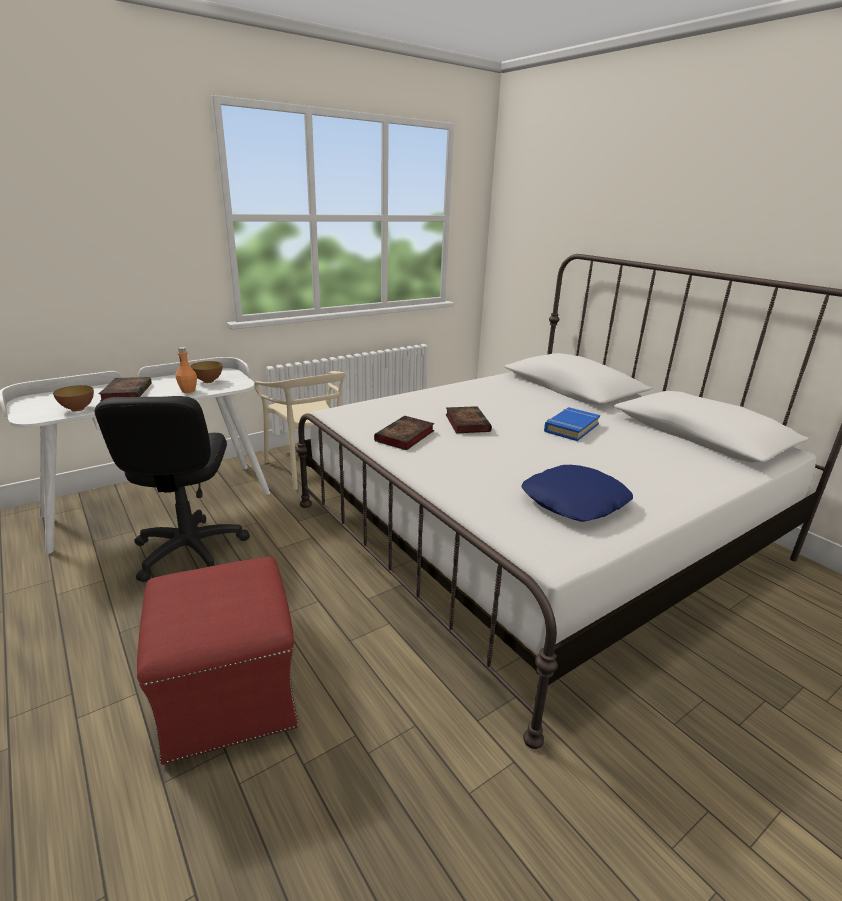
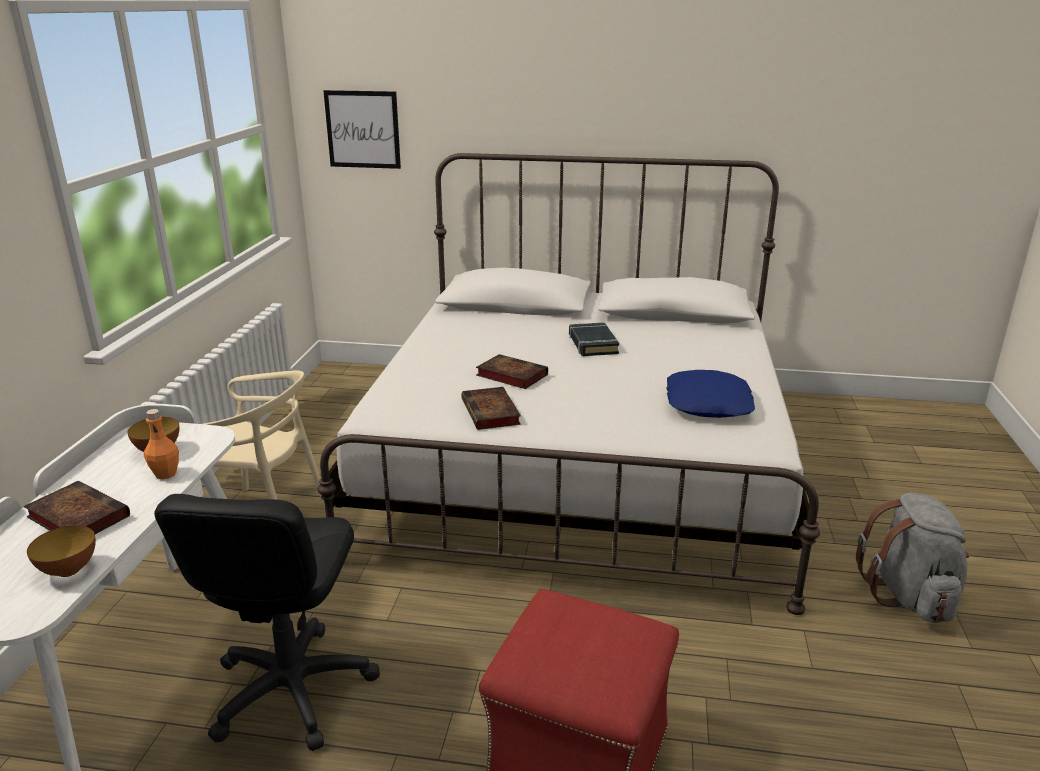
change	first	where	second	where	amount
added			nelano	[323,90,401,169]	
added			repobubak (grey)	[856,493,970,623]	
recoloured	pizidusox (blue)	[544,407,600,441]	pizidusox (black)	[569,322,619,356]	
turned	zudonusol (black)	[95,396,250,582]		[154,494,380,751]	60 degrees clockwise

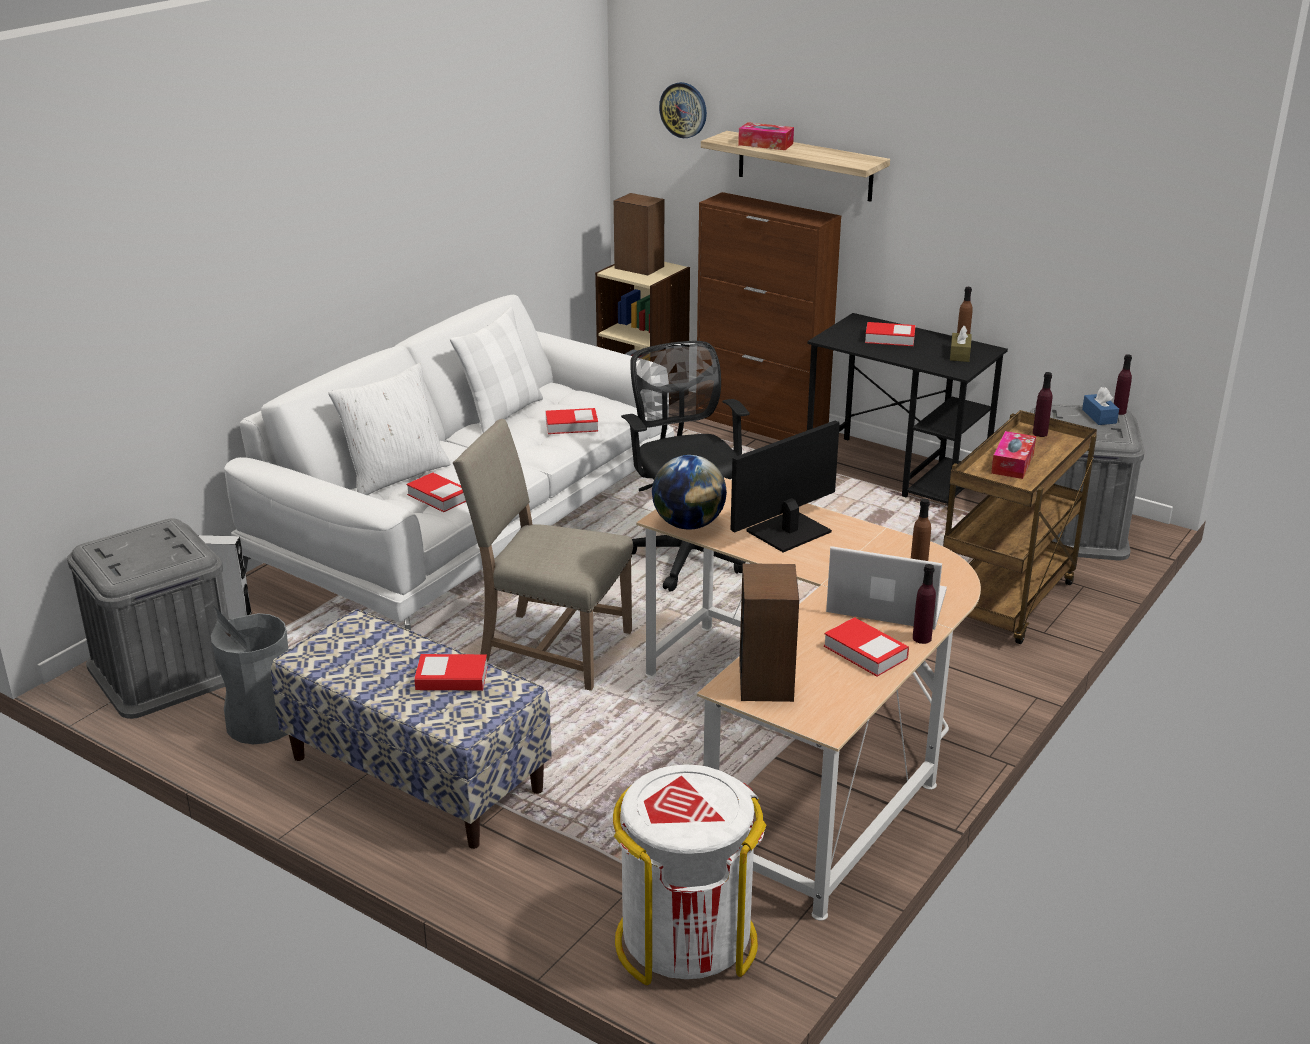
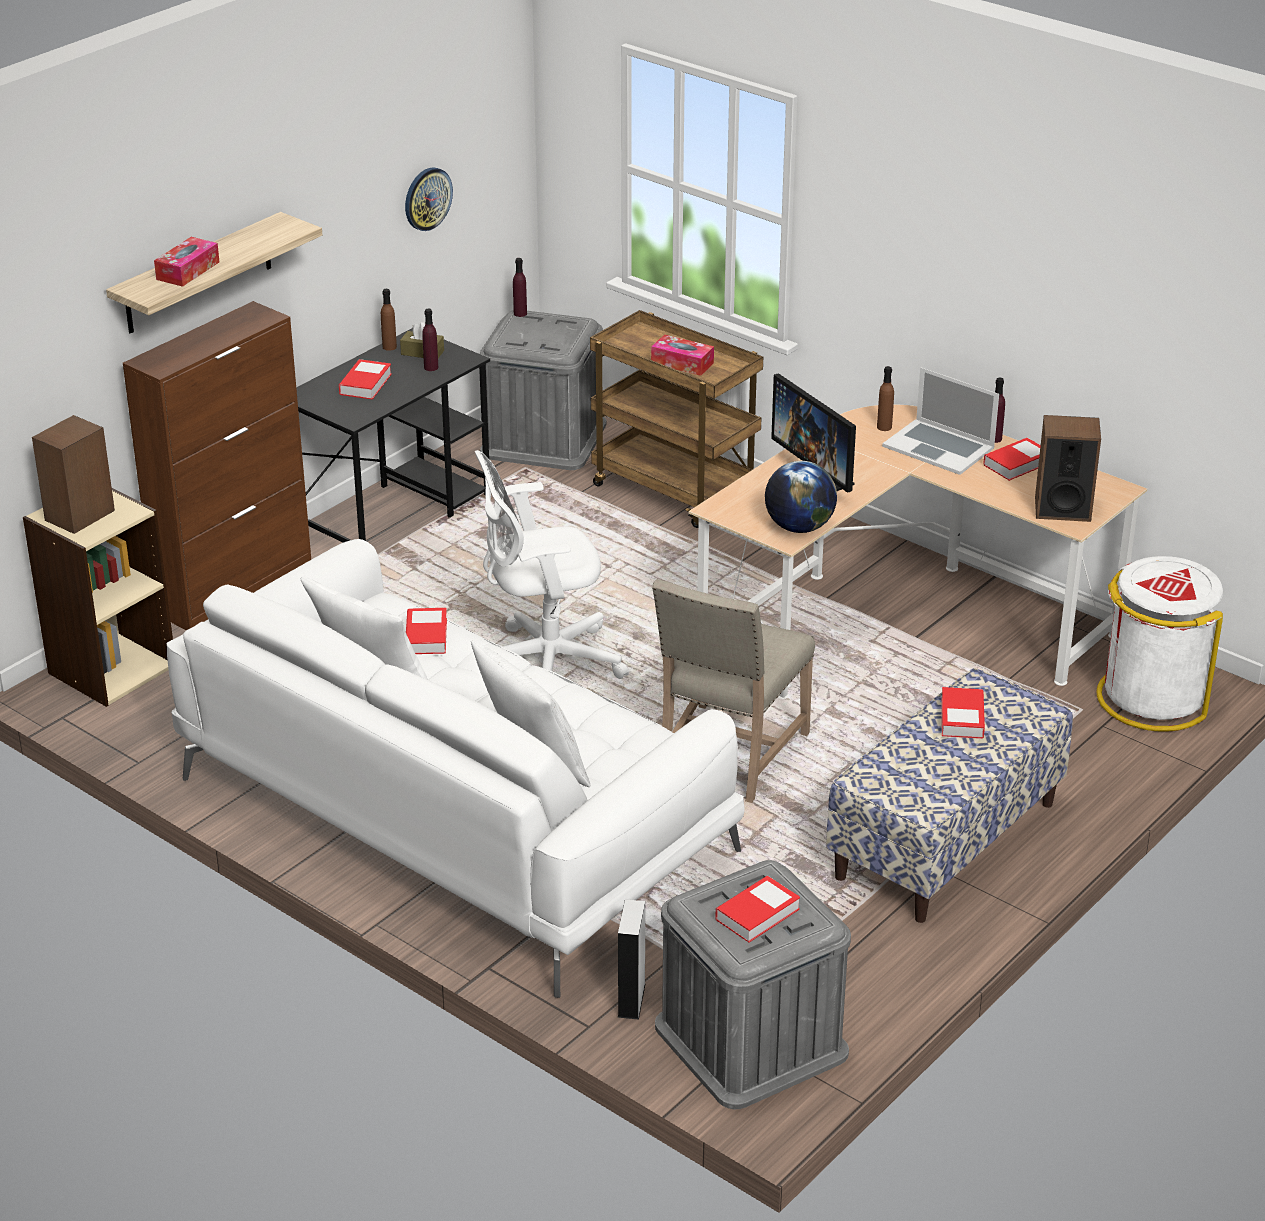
change	first	where	second	where	amount
removed	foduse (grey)	[211,606,288,744]			
removed	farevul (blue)	[1082,387,1119,425]			
moved	pizidusox	[406,472,466,512]		[715,876,800,943]	
moved	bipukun	[659,82,707,138]		[405,167,453,231]	
moved	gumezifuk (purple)	[1033,372,1052,437]		[422,308,438,371]	
recoloured	zudonusol (black)	[621,341,750,592]	zudonusol (white)	[475,450,629,679]	
turned	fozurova	[826,546,947,630]		[882,367,999,475]	75 degrees counterclockwise

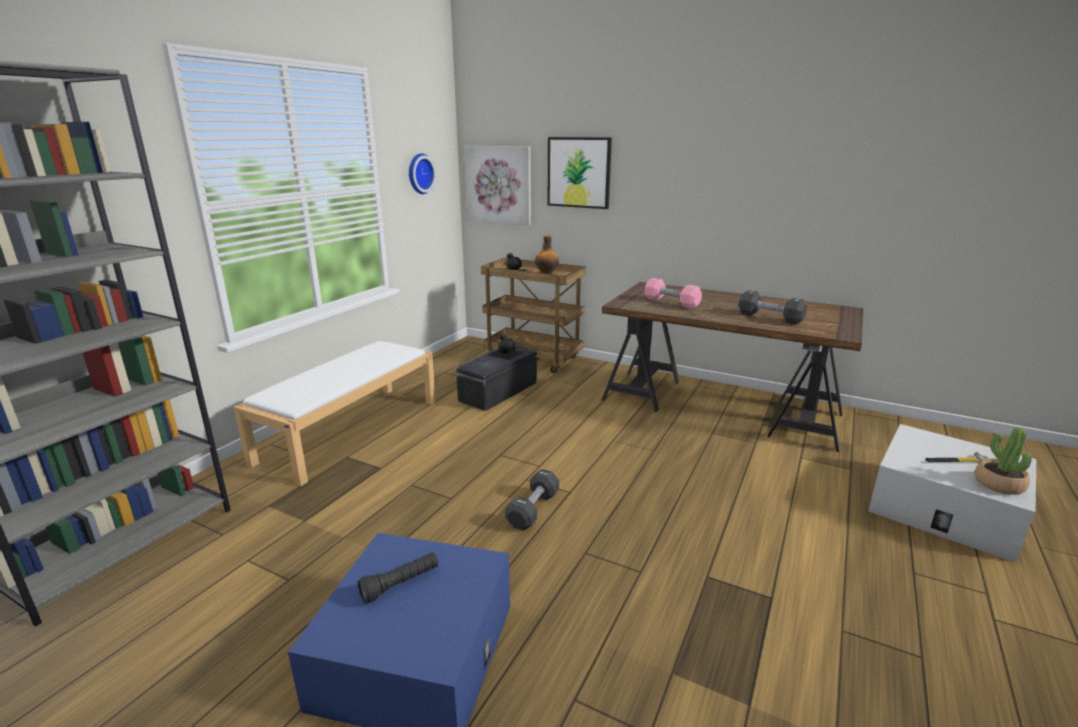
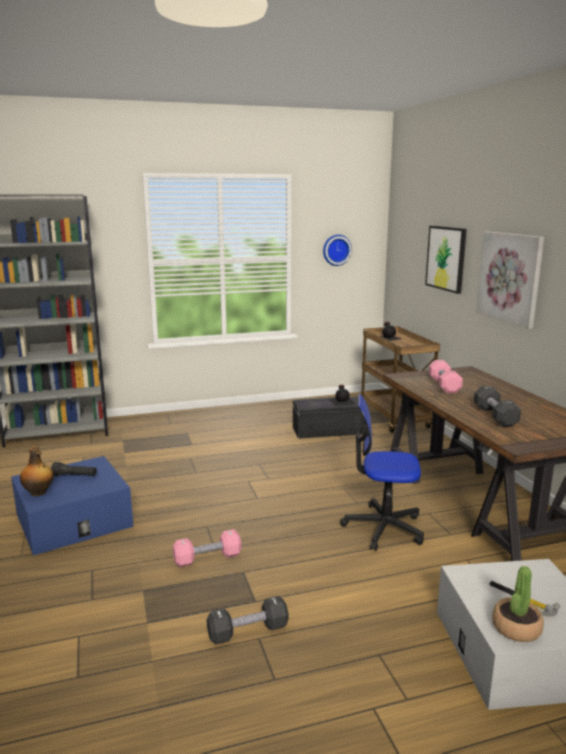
change	first	where	second	where	amount
removed	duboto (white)	[234,341,436,486]			
added			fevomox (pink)	[173,529,242,567]	
added			zudonusol	[340,394,424,551]	
moved	nelano	[464,146,531,225]		[476,231,544,329]	
moved	fevomox (black)	[505,469,559,531]		[207,596,288,645]	
moved	gumezifuk	[535,236,559,274]		[20,446,54,496]	

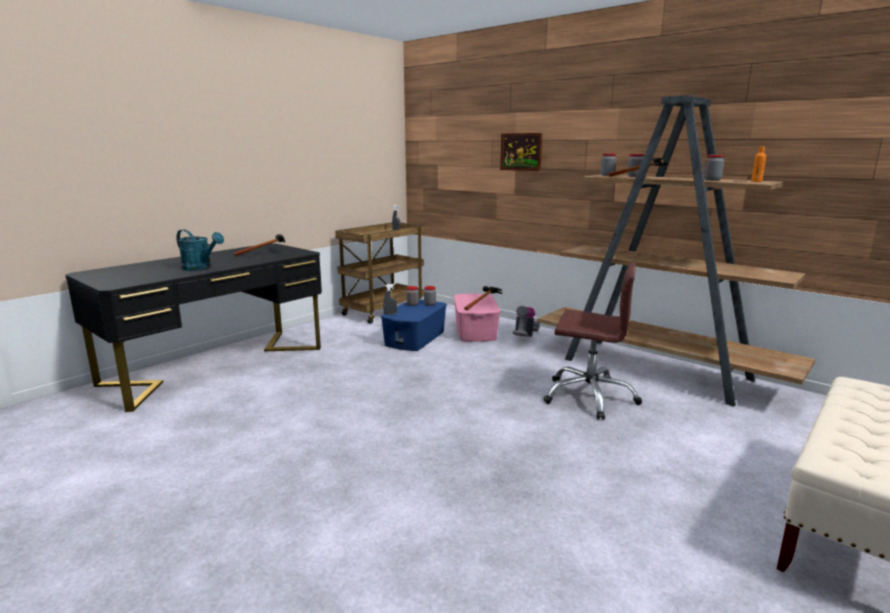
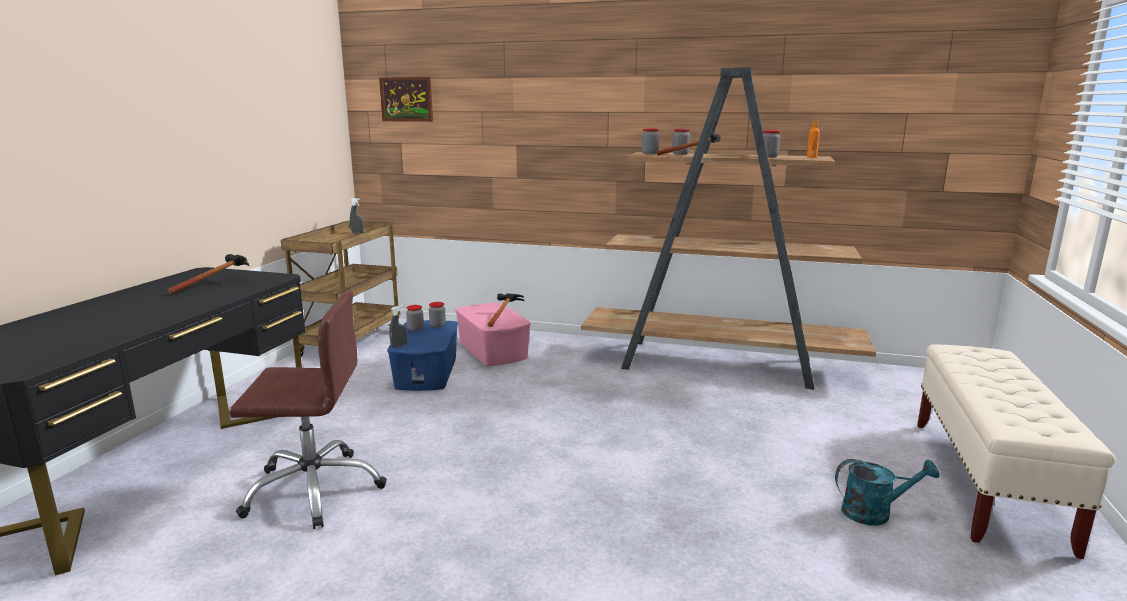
change	first	where	second	where	amount
removed	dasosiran	[513,306,540,337]			
moved	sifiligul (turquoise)	[176,229,224,271]		[835,459,940,525]	
moved	nelano	[500,133,543,171]		[379,77,433,122]	
moved	zudonusol (brown)	[543,262,642,419]		[229,291,387,529]	

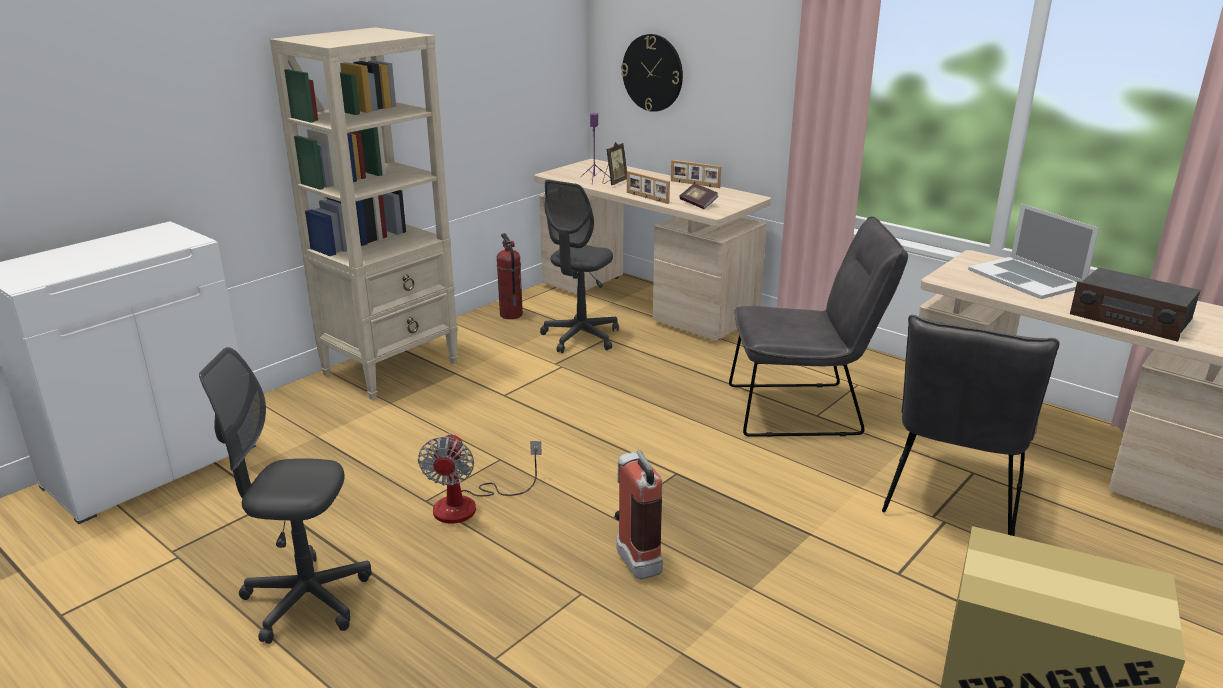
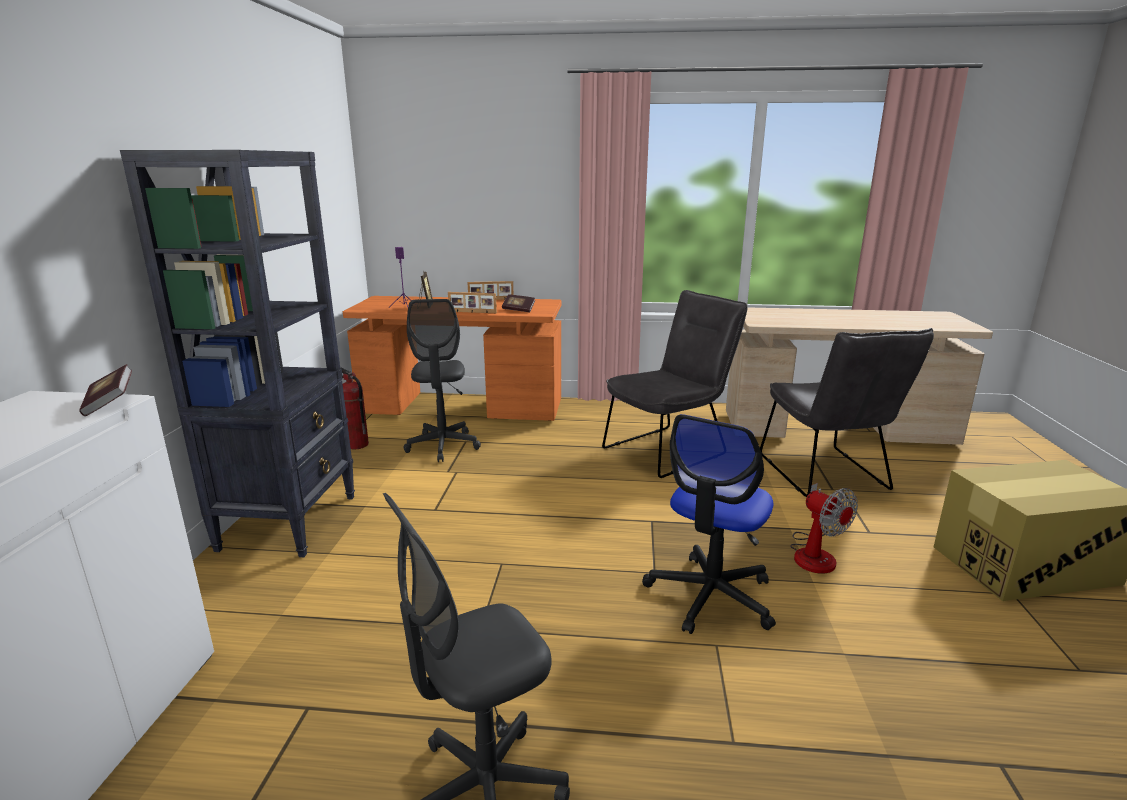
change	first	where	second	where	amount
removed	bipukun	[621,34,683,112]			
removed	fozurova	[968,204,1099,299]			
removed	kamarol	[1070,267,1200,342]			
added			pizidusox	[79,364,132,416]	
moved	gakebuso	[418,433,542,524]		[790,483,858,574]	
replaced	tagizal	[615,450,663,580]	zudonusol	[642,414,776,634]	
recoloured	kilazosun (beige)	[270,27,458,400]	kilazosun (black)	[120,150,355,557]	
recoloured	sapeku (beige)	[534,159,771,341]	sapeku (orange)	[343,296,561,421]	

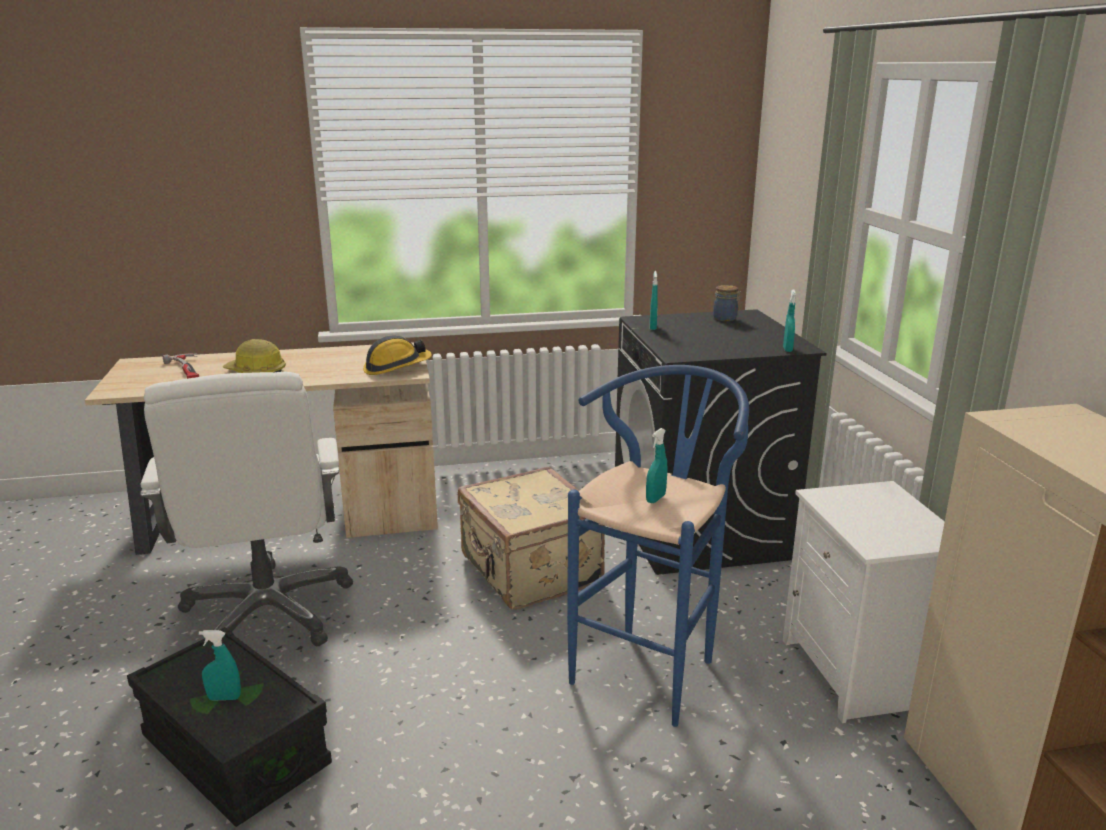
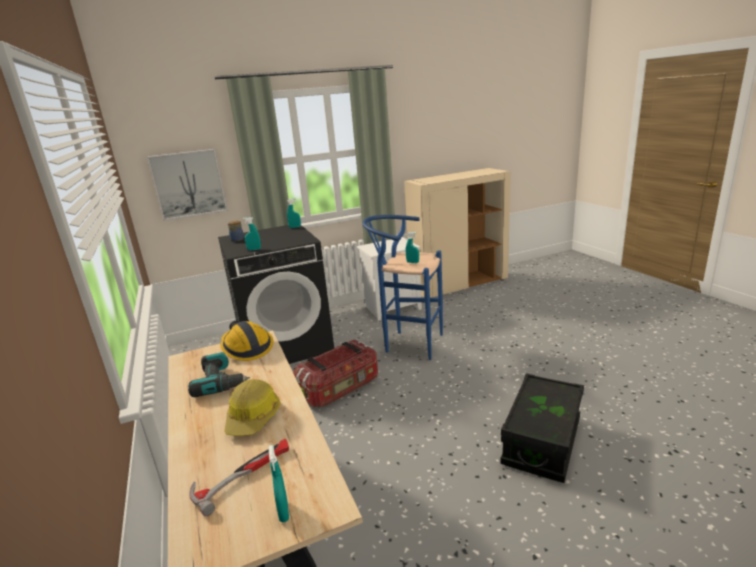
change	first	where	second	where	amount
removed	zudonusol (white)	[140,372,353,646]			
added			nelano	[147,149,228,221]	
added			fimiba	[188,352,250,397]	
moved	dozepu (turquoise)	[199,630,241,701]		[269,445,289,522]	
replaced	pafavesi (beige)	[458,467,605,610]	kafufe	[293,339,378,407]	

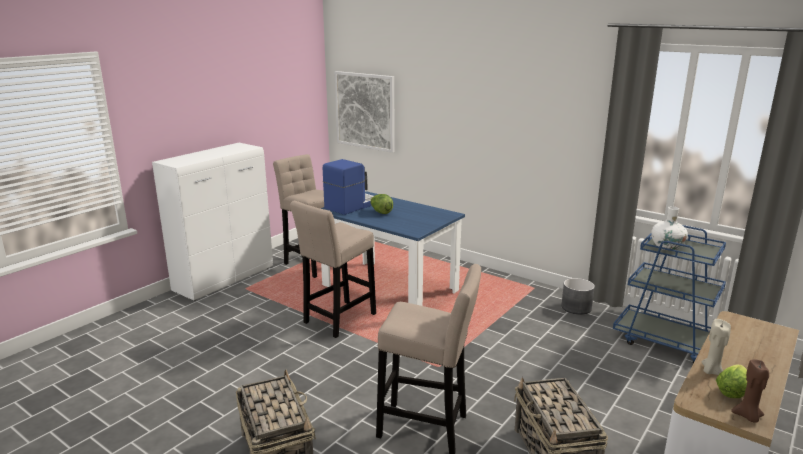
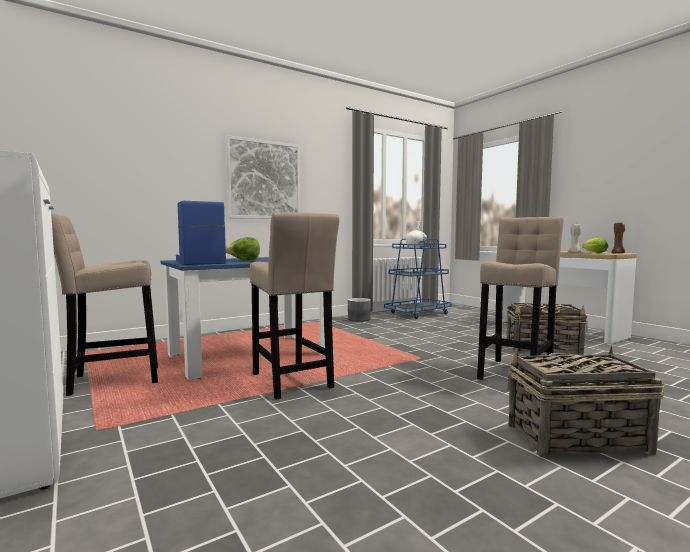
change	first	where	second	where	amount
moved	nelano	[334,71,395,153]		[225,135,301,219]	

